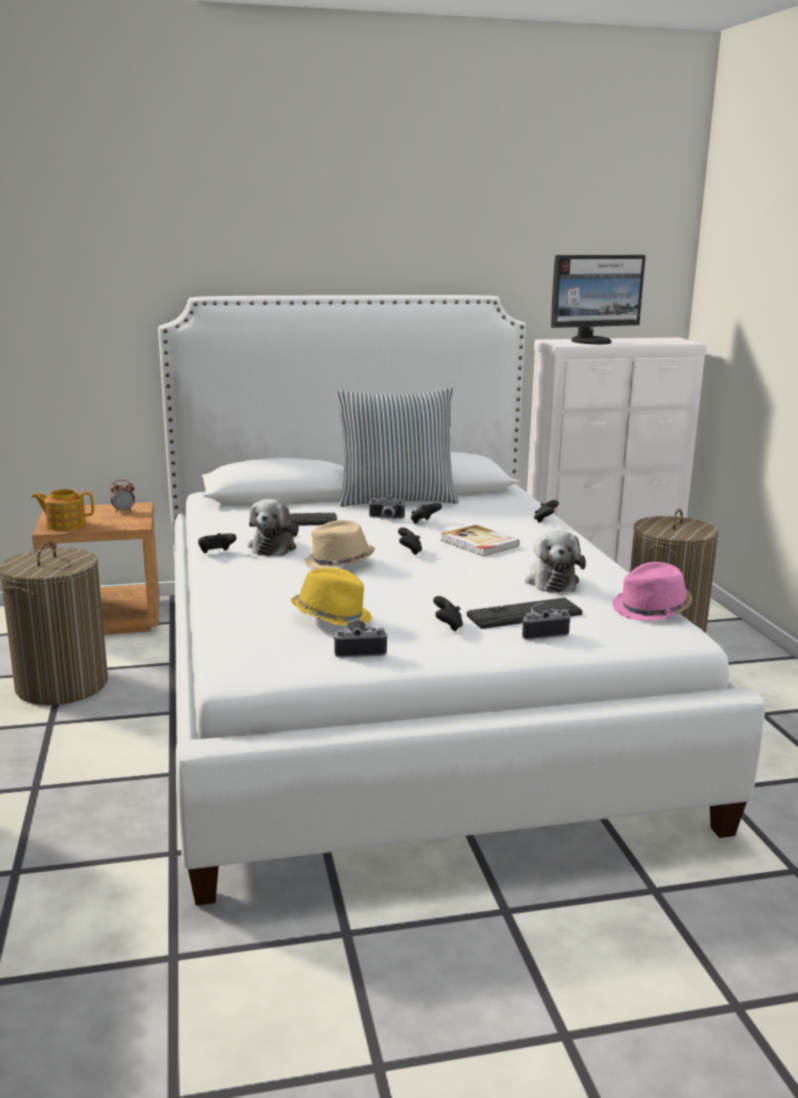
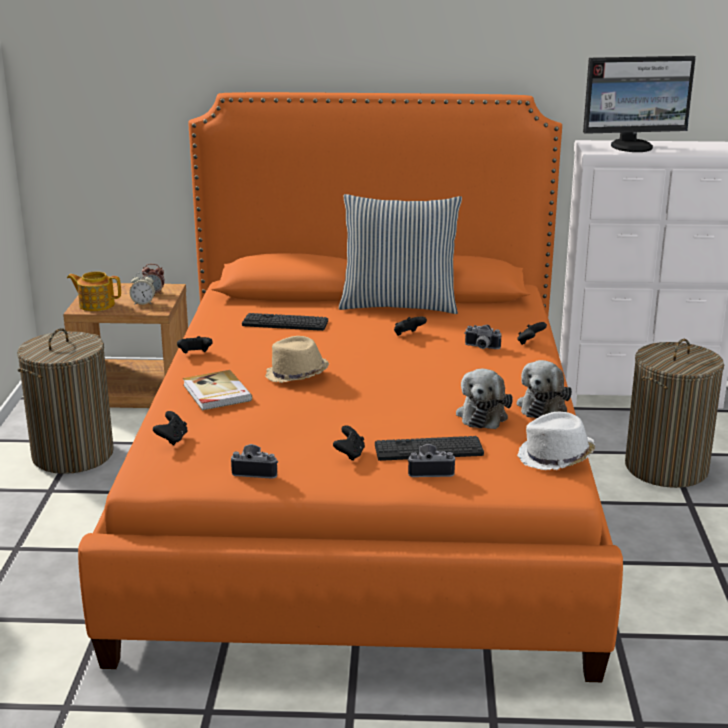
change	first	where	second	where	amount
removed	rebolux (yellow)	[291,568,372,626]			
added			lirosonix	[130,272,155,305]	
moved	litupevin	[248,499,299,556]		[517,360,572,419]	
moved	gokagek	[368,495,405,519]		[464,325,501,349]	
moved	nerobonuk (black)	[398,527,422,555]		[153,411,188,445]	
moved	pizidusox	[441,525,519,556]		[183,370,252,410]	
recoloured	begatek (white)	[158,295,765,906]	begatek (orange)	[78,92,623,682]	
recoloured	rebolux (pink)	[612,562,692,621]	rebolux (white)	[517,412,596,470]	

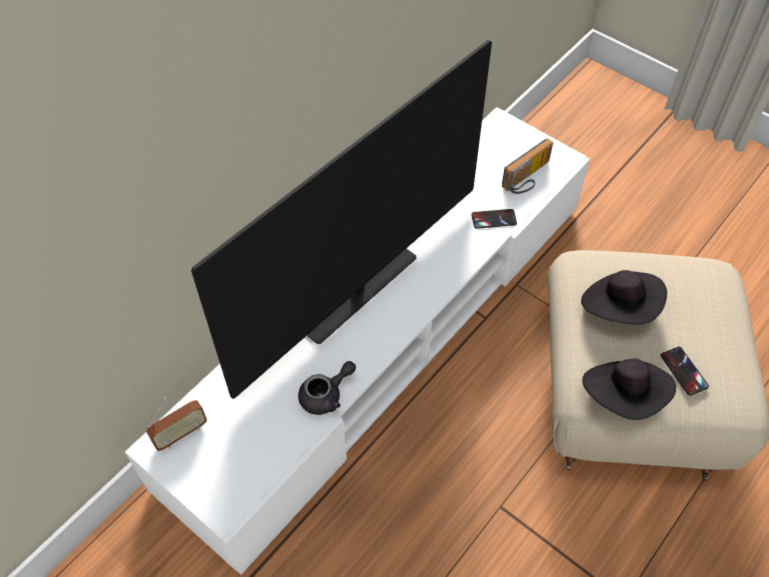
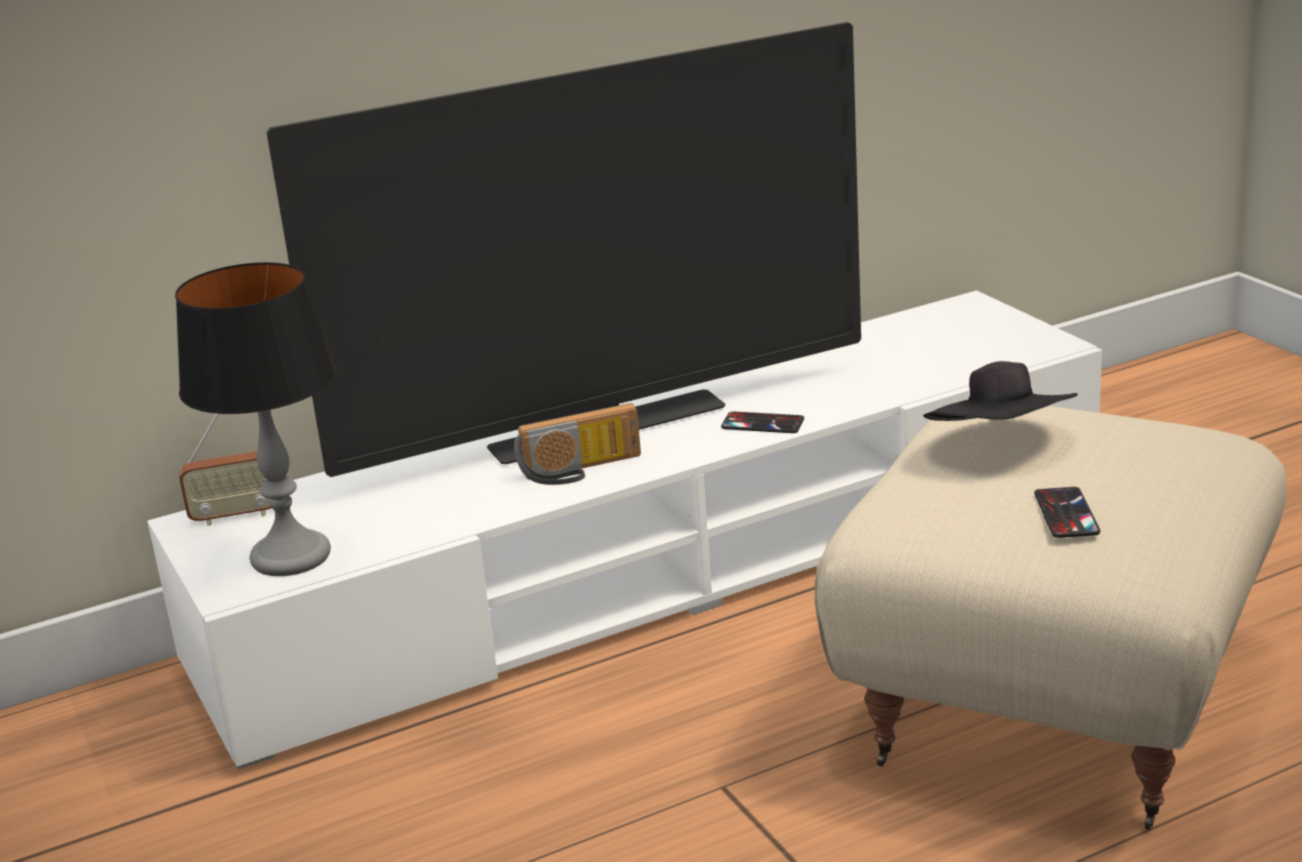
change	first	where	second	where	amount
removed	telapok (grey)	[298,361,356,415]			
removed	rebolux (black)	[582,359,676,420]			
added			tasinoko	[175,262,336,576]	
moved	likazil	[471,209,517,229]		[721,411,804,433]	
moved	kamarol	[502,138,553,194]		[514,403,641,485]	

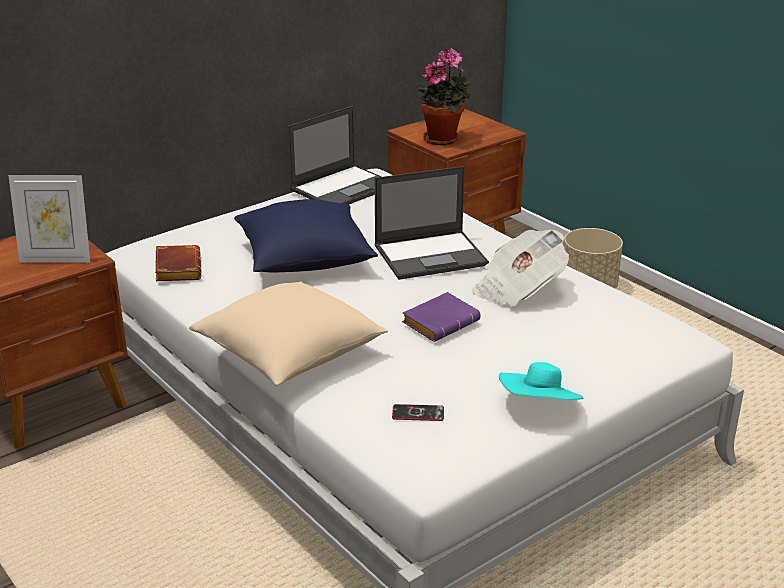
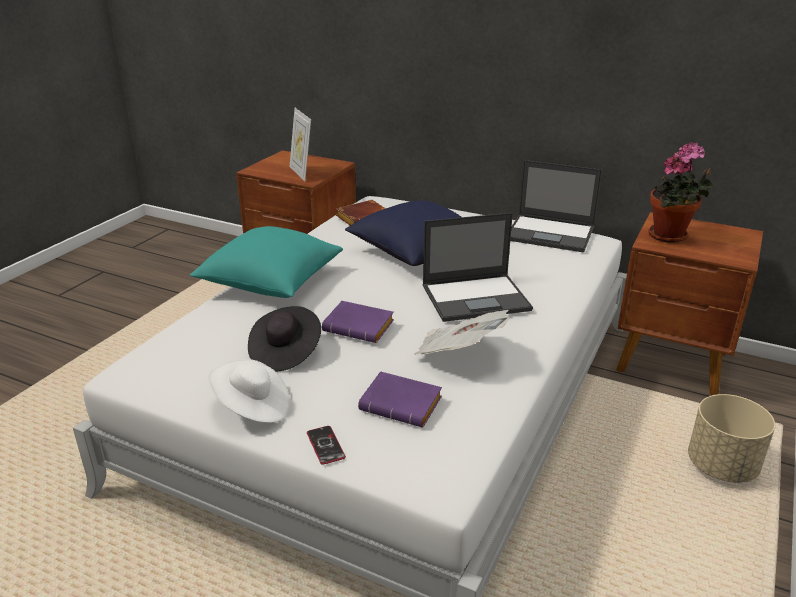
change	first	where	second	where	amount
added			rebolux (black)	[248,306,321,371]	
added			pizidusox (purple)	[358,371,442,428]	
moved	likazil	[392,404,444,421]		[307,426,346,465]	
recoloured	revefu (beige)	[189,281,388,386]	revefu (turquoise)	[190,226,343,298]	
recoloured	rebolux (turquoise)	[499,362,584,400]	rebolux (white)	[208,359,290,423]	
turned	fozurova	[375,166,489,280]		[423,213,533,322]	60 degrees counterclockwise

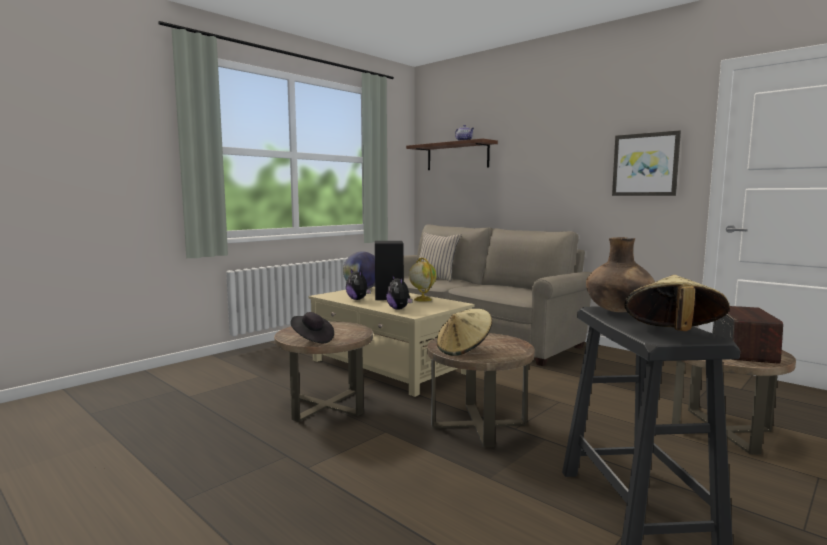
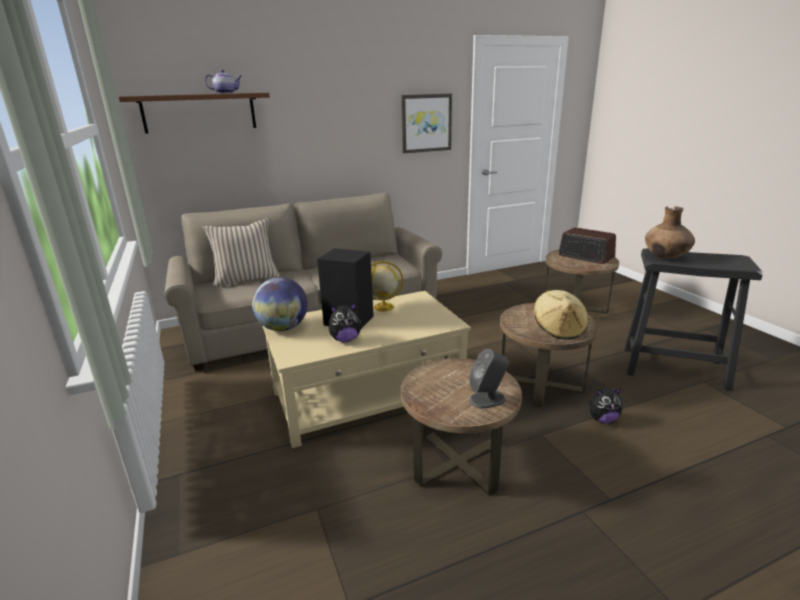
change	first	where	second	where	amount
removed	rebolux (beige)	[624,275,730,331]			
moved	litupevin	[386,275,413,309]		[587,388,622,423]	
replaced	rebolux (black)	[290,312,334,343]	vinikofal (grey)	[469,349,509,408]	

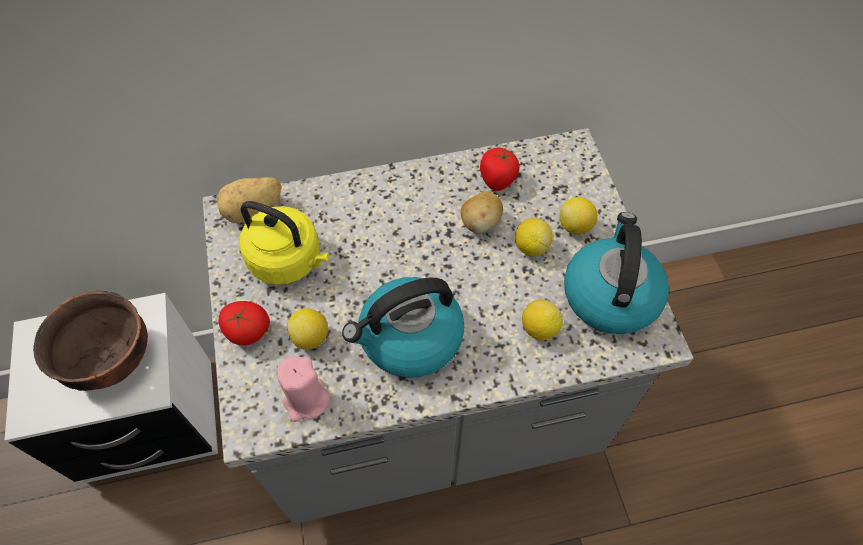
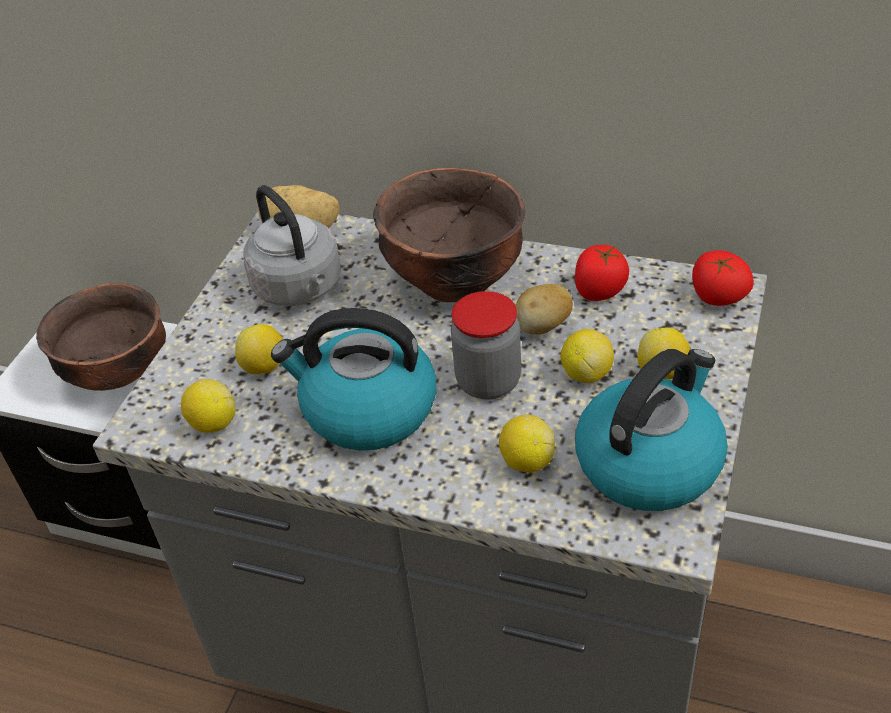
change	first	where	second	where	amount
added			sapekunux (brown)	[373,168,526,302]	
added			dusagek	[451,291,521,400]	
moved	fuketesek	[218,301,270,346]		[692,250,754,306]	
replaced	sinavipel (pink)	[277,356,331,422]	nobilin	[181,379,236,433]	
recoloured	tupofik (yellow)	[239,201,329,285]	tupofik (grey)	[243,185,341,306]	

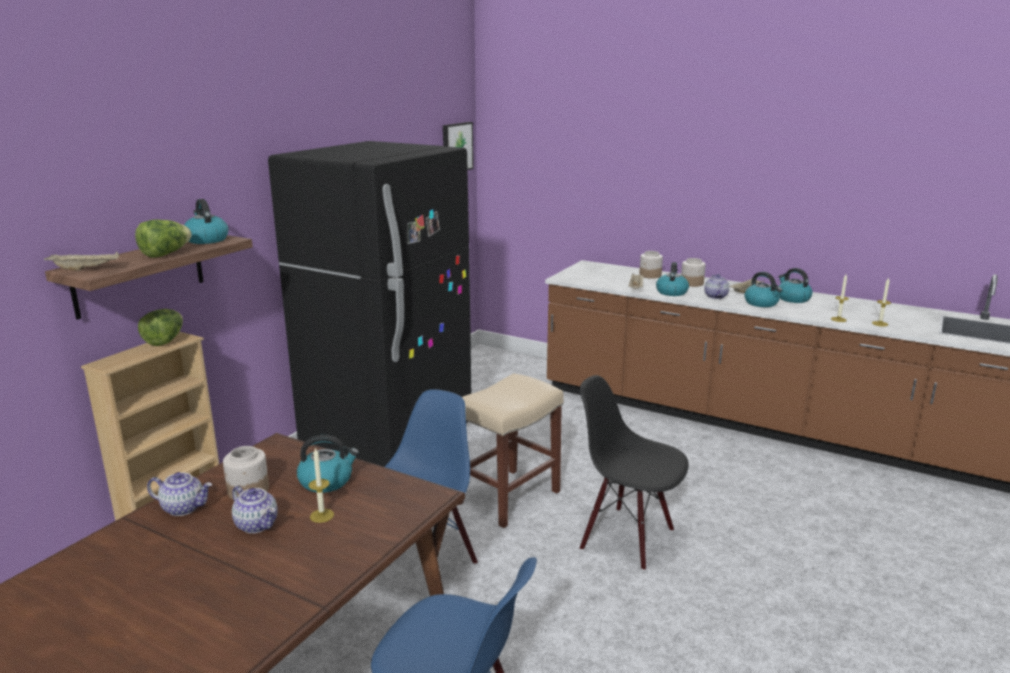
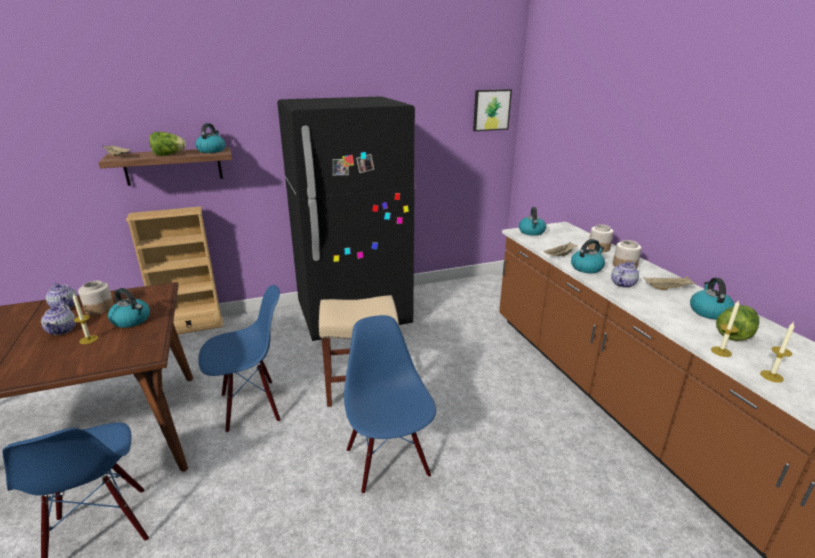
change	first	where	second	where	amount
moved	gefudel	[138,309,183,346]		[716,305,759,341]	
moved	tupofik	[745,272,782,307]		[519,207,546,236]	
recoloured	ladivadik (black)	[580,375,688,571]	ladivadik (blue)	[344,315,436,494]	

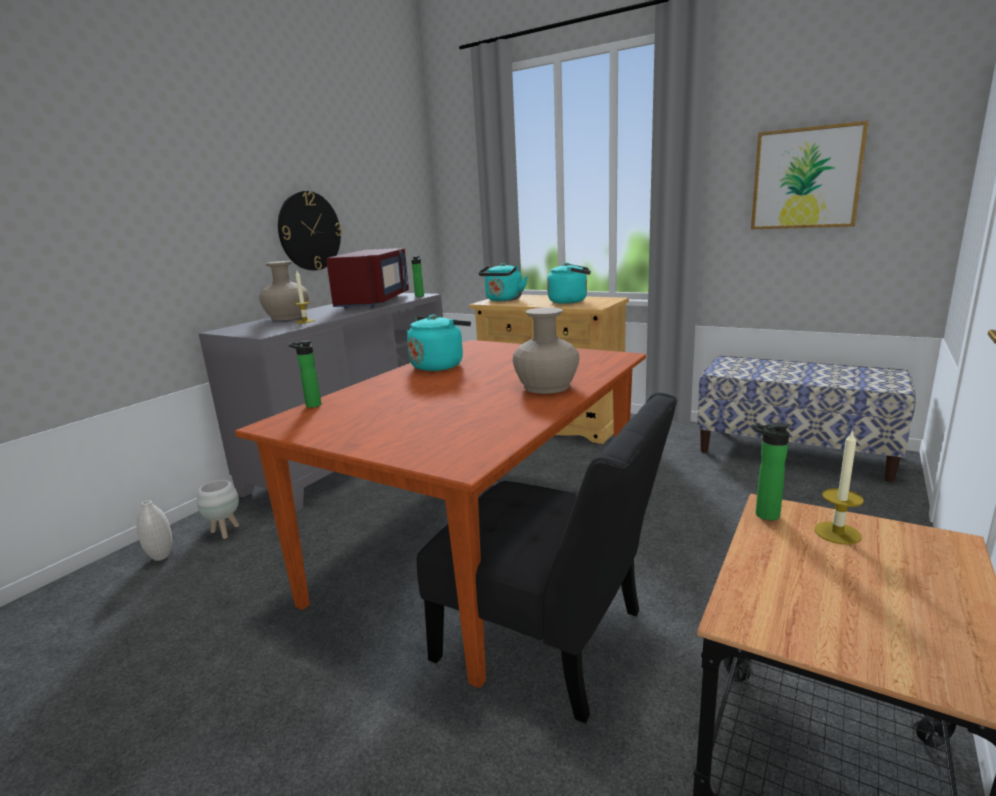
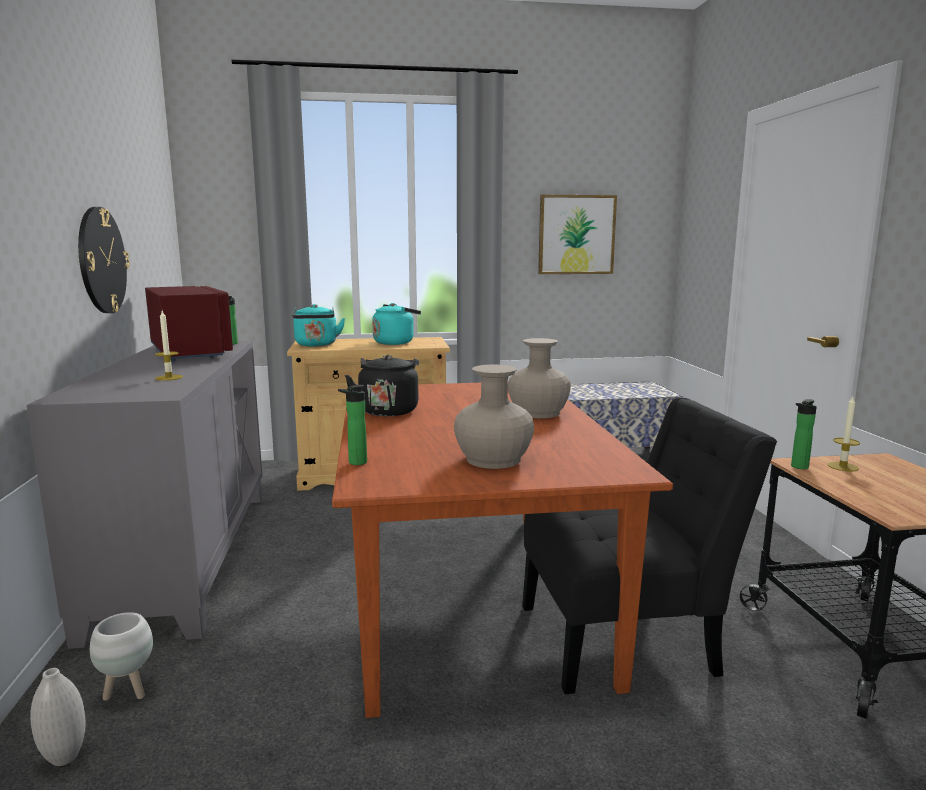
change	first	where	second	where	amount
moved	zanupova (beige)	[259,261,309,321]		[454,365,534,469]	
recoloured	tupofik (turquoise)	[407,315,471,371]	tupofik (black)	[345,354,419,416]	

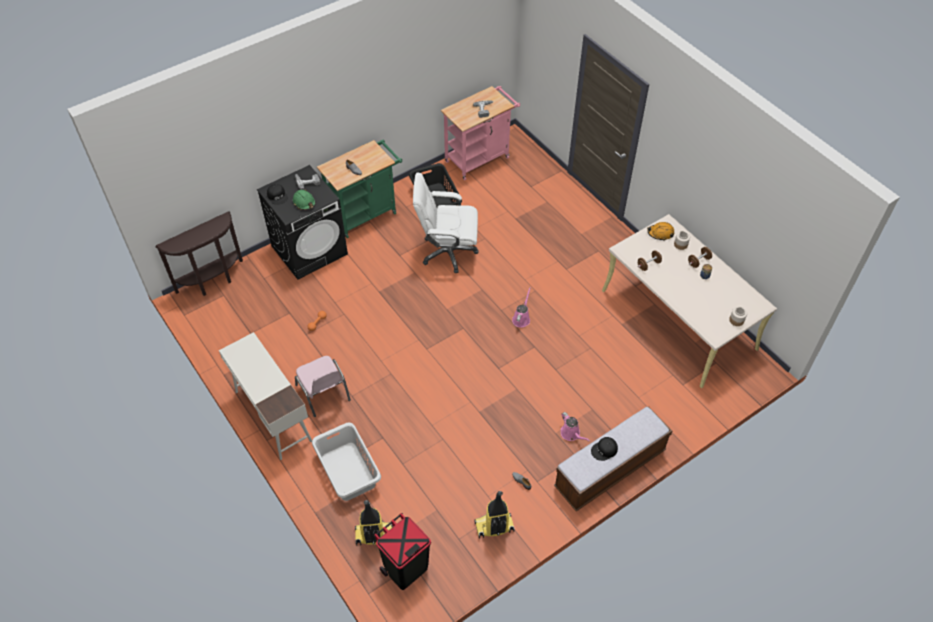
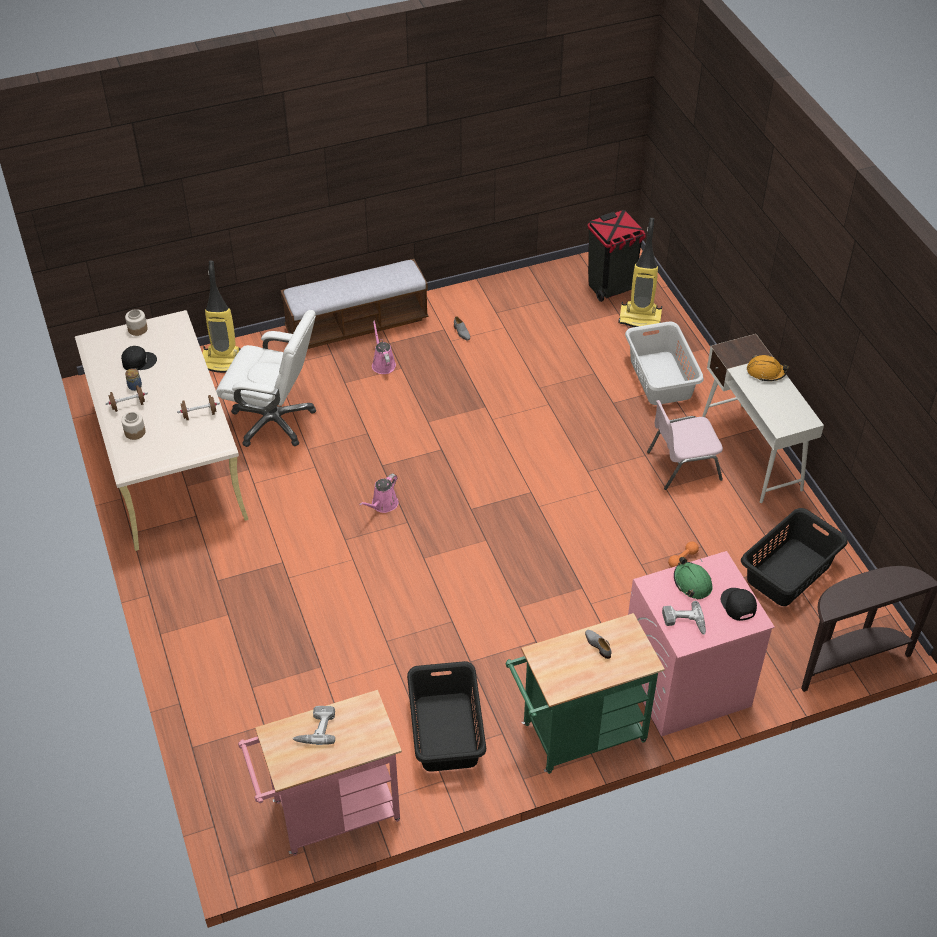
change	first	where	second	where	amount
added			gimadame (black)	[741,508,848,606]	
moved	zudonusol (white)	[413,173,479,273]		[216,310,316,447]	
moved	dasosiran	[474,491,515,539]		[203,261,240,373]	
moved	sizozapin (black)	[591,437,618,461]		[121,346,157,370]	
moved	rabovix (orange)	[647,222,674,240]		[747,355,789,382]	
recoloured	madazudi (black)	[257,165,348,280]	madazudi (pink)	[628,551,775,737]	
turned	ladivadik (pink)	[295,356,351,417]		[647,400,723,490]	90 degrees counterclockwise

